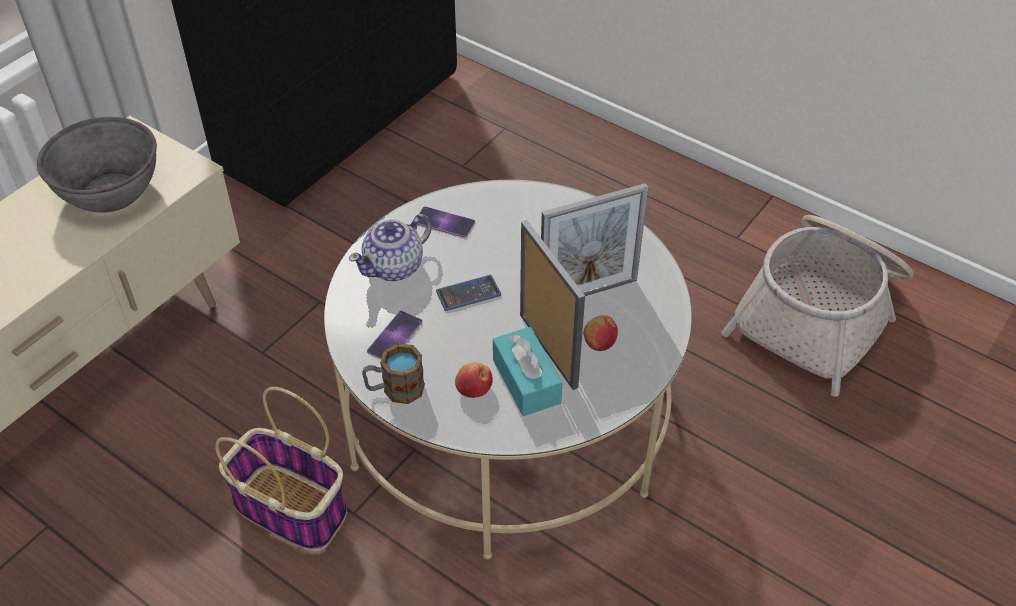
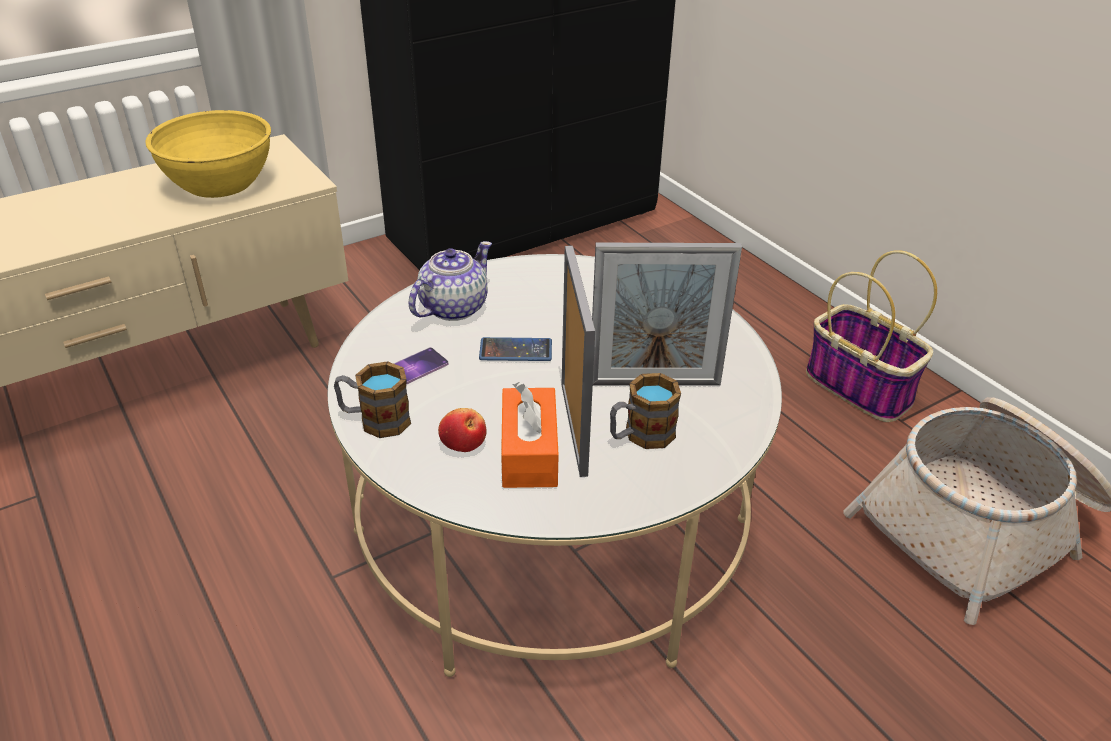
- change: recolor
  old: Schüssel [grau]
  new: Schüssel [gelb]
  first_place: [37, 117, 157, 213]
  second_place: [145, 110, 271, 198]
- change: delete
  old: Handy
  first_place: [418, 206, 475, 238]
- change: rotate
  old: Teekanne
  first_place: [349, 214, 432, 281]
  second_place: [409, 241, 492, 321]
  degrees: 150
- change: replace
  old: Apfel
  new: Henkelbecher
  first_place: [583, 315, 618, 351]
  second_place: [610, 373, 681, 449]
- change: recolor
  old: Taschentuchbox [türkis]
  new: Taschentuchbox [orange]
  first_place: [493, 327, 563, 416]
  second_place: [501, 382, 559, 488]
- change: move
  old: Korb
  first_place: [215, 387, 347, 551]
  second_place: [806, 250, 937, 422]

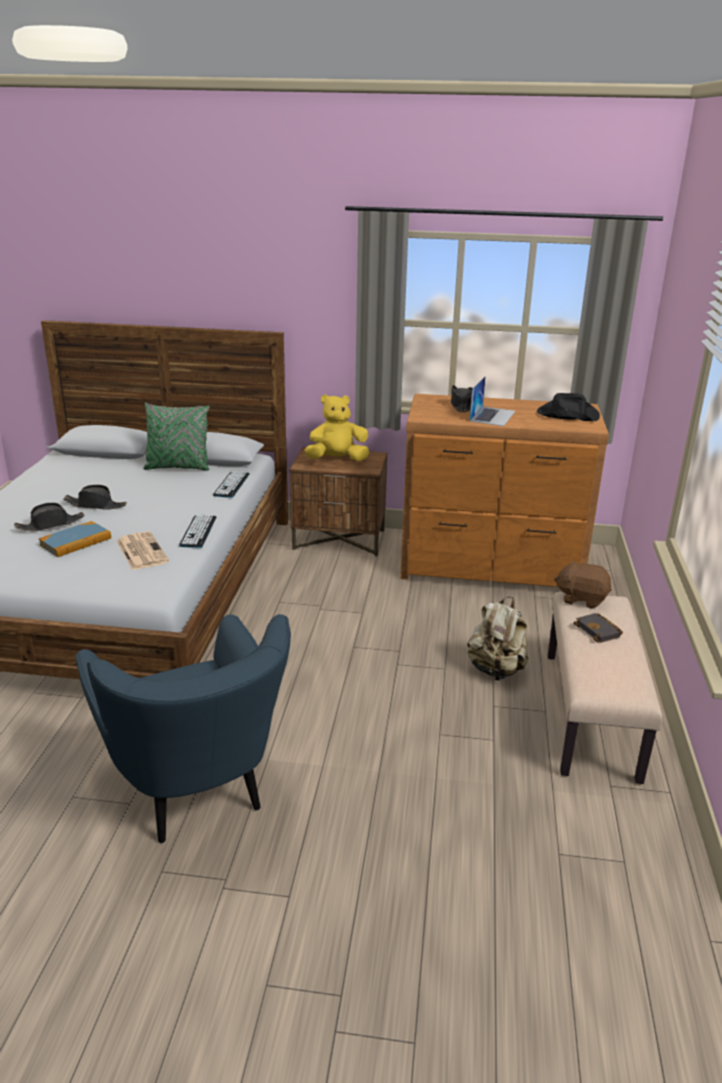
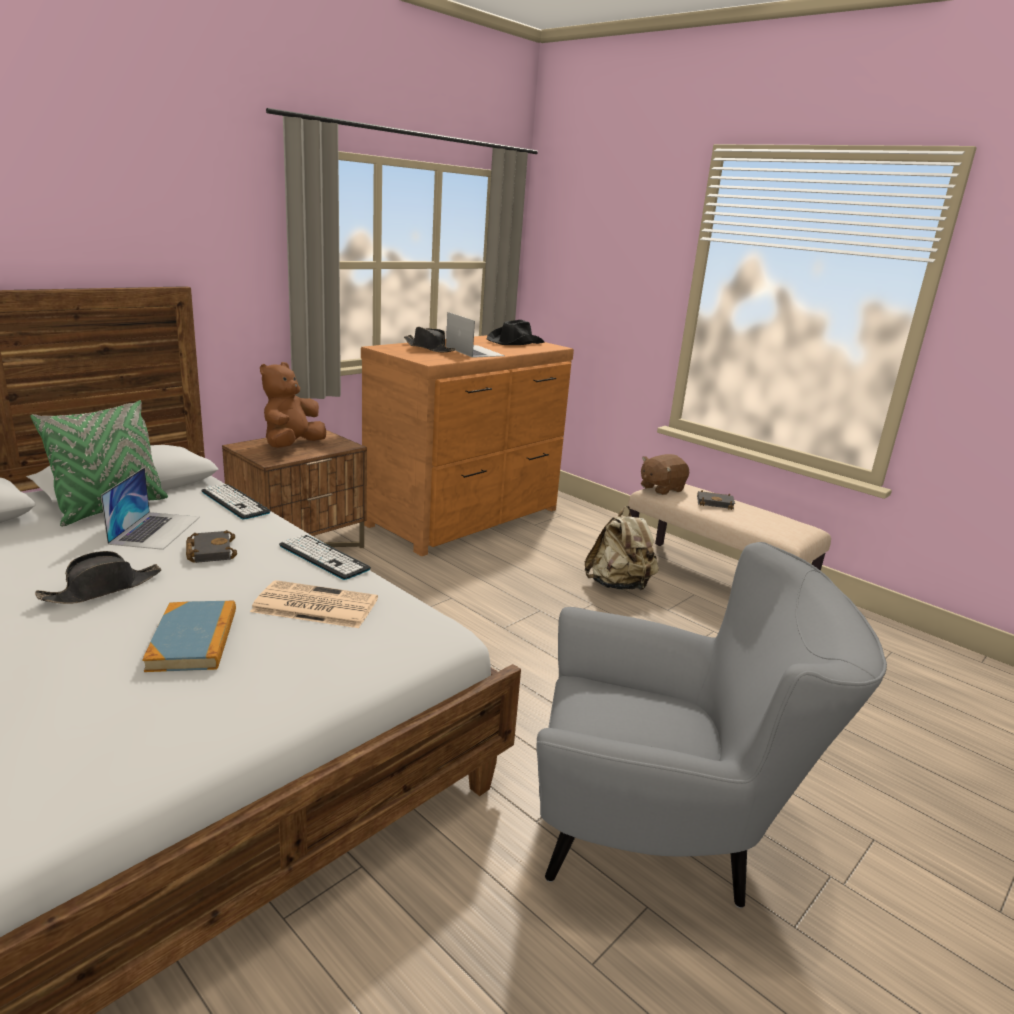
- change: recolor
  old: Plüschtier [gelb]
  new: Plüschtier [braun]
  first_place: [304, 394, 369, 461]
  second_place: [260, 362, 326, 448]
- change: delete
  old: Hut [schwarz]
  first_place: [14, 503, 85, 531]
- change: recolor
  old: Sessel [blau]
  new: Sessel [grau]
  first_place: [76, 614, 291, 843]
  second_place: [536, 542, 887, 908]
- change: insert
  new: Laptop
  second_place: [101, 467, 200, 550]
- change: insert
  new: Buch [schwarz]
  second_place: [186, 530, 237, 563]

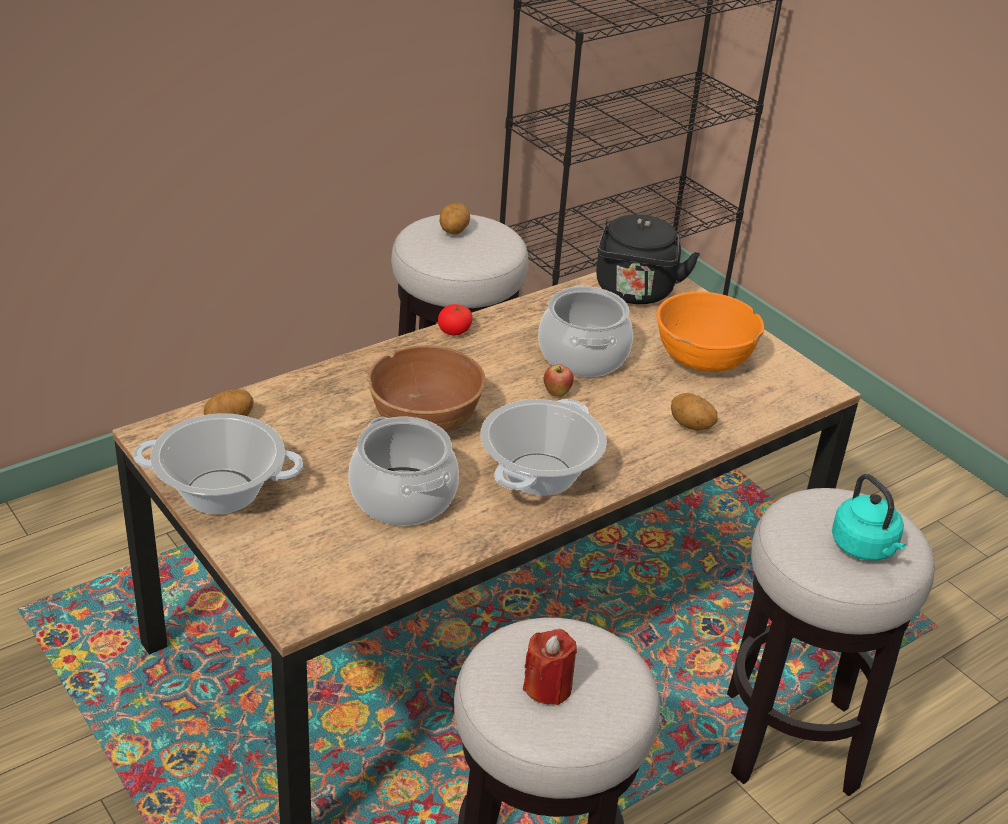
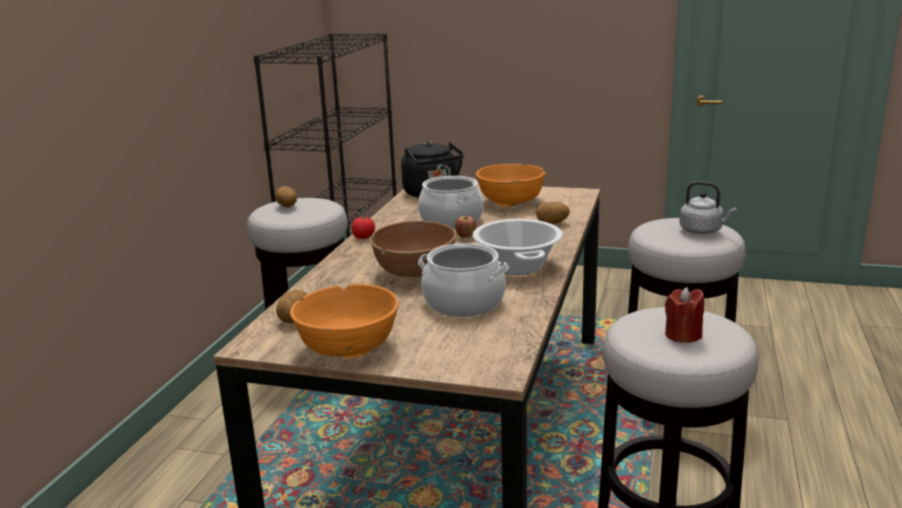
- change: replace
  old: Kochtopf
  new: Schüssel [orange]
  first_place: [133, 413, 303, 514]
  second_place: [290, 284, 399, 359]
- change: recolor
  old: Wasserkessel [türkis]
  new: Wasserkessel [grau]
  first_place: [832, 474, 906, 561]
  second_place: [680, 181, 736, 234]

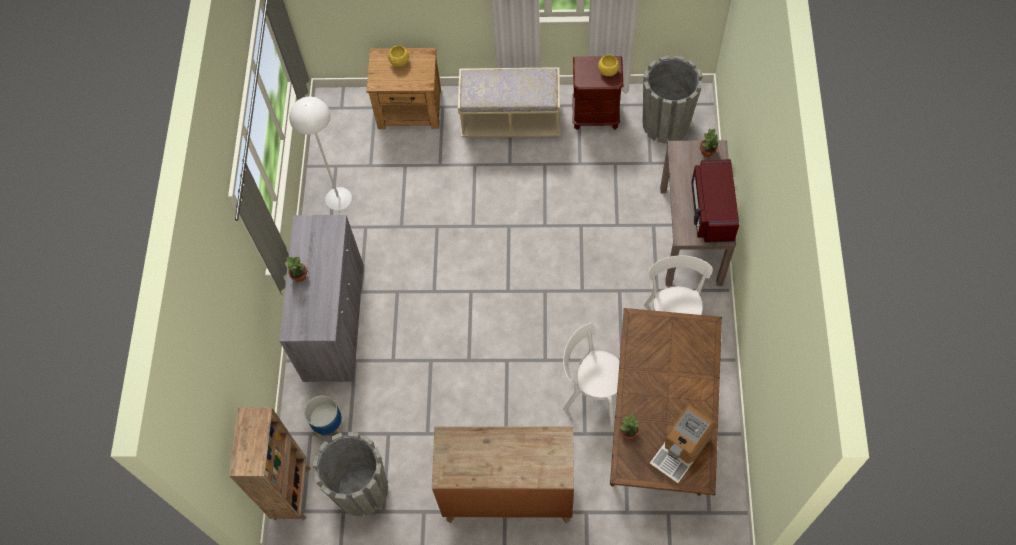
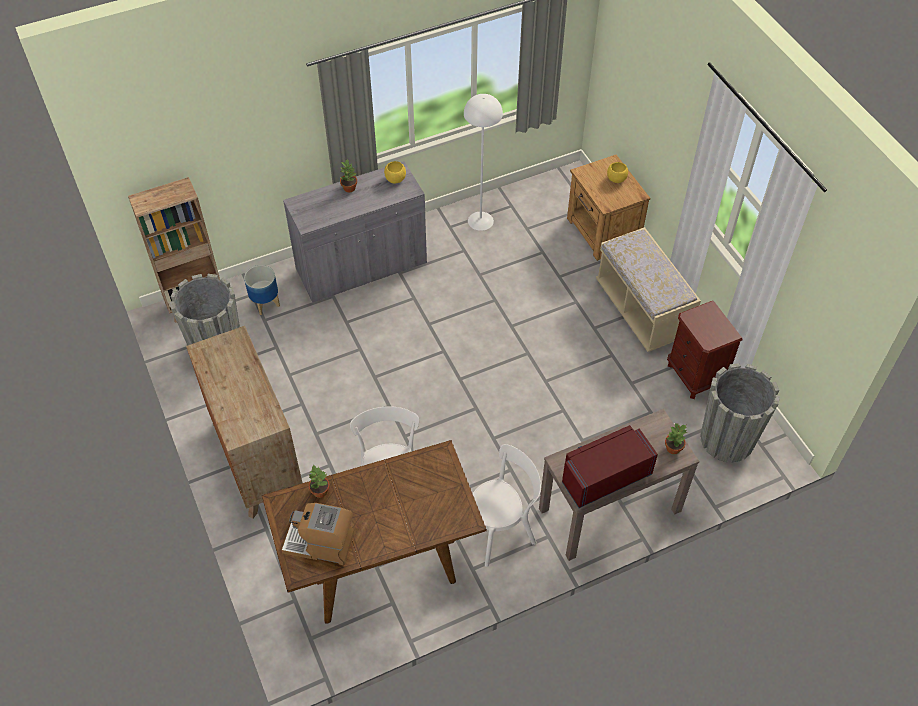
- change: move
  old: Schüssel [gelb]
  first_place: [598, 55, 619, 76]
  second_place: [384, 161, 406, 183]

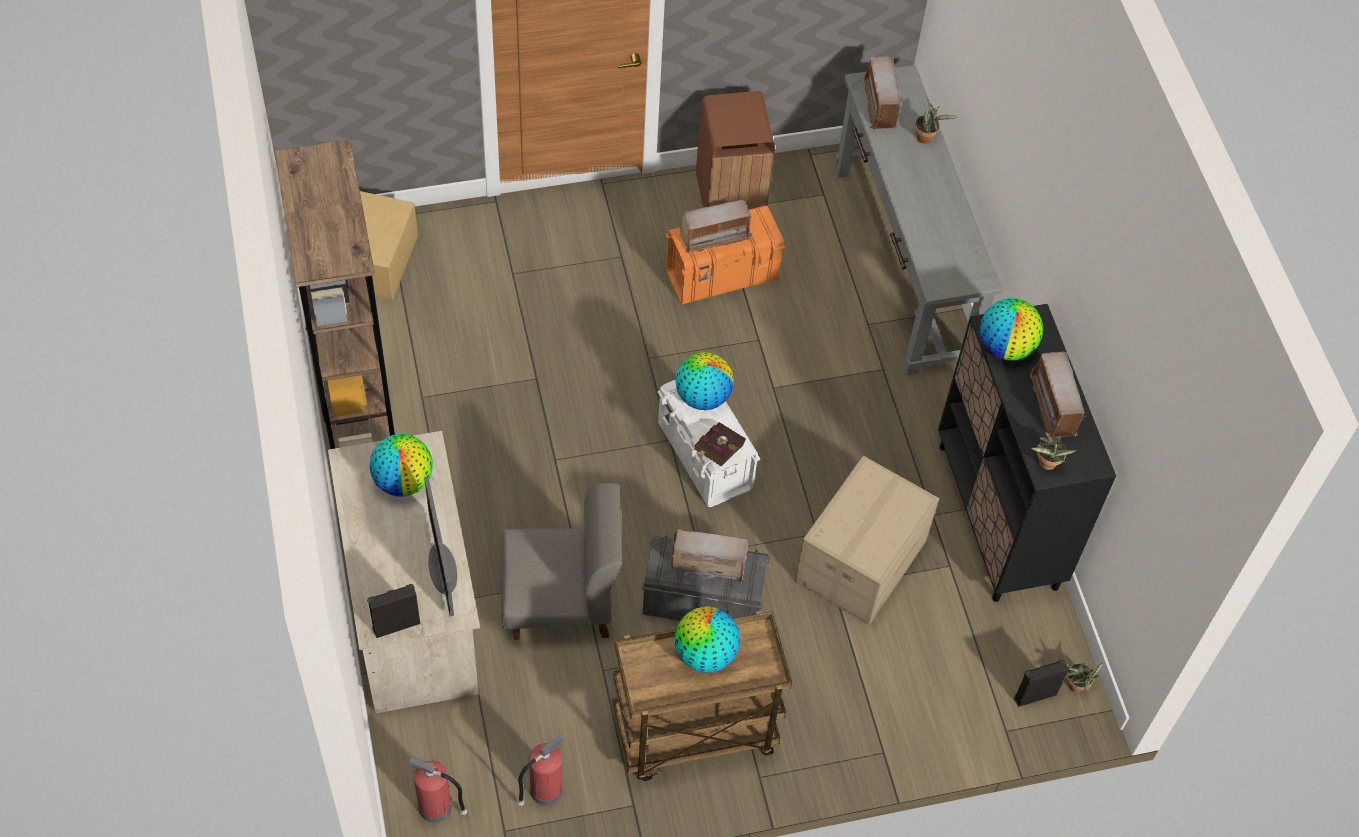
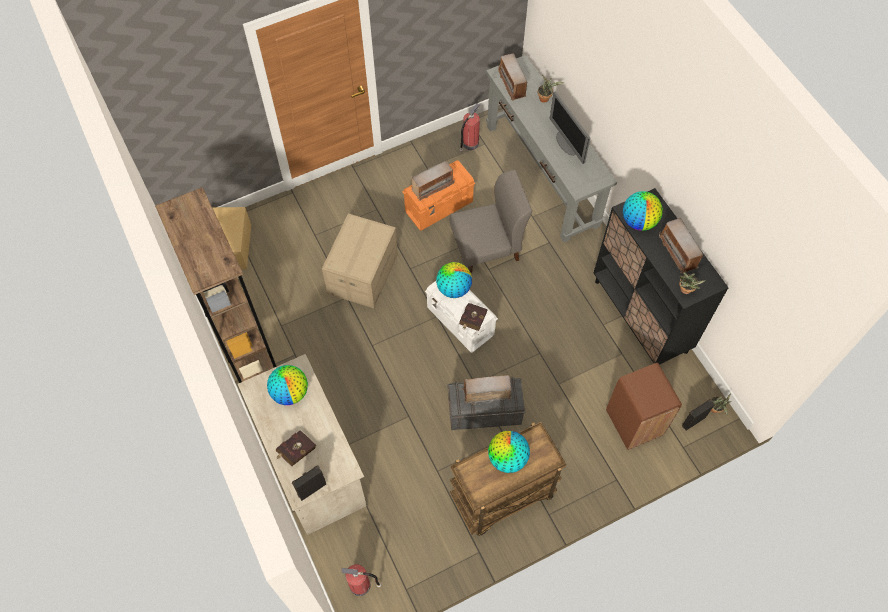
- change: move
  old: Mülleimer [braun]
  first_place: [696, 91, 775, 210]
  second_place: [606, 363, 682, 450]
- change: move
  old: Karton
  first_place: [795, 456, 939, 625]
  second_place: [322, 213, 398, 308]
- change: move
  old: Monitor
  first_place: [424, 476, 457, 616]
  second_place: [550, 92, 590, 164]
- change: move
  old: Stuhl [grau]
  first_place: [501, 483, 622, 640]
  second_place: [450, 170, 532, 273]
- change: move
  old: Feuerlöscher
  first_place: [517, 734, 565, 806]
  second_place: [460, 104, 480, 152]
- change: insert
  new: Buch [rot]
  second_place: [276, 430, 316, 466]

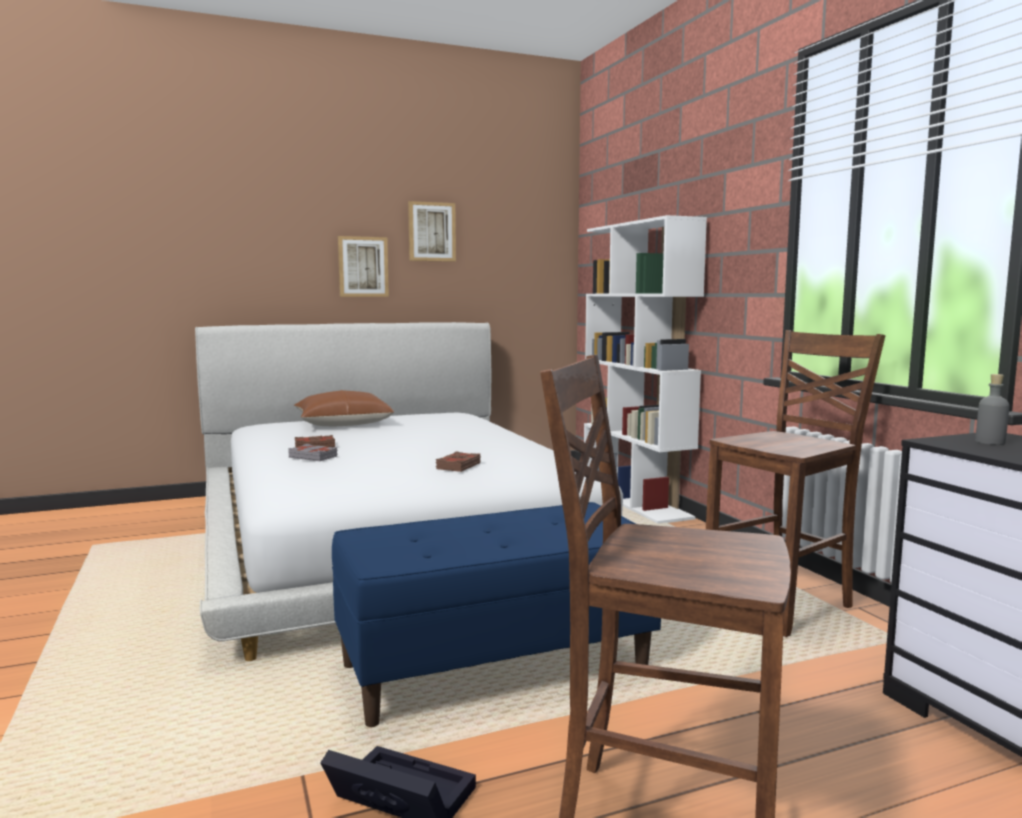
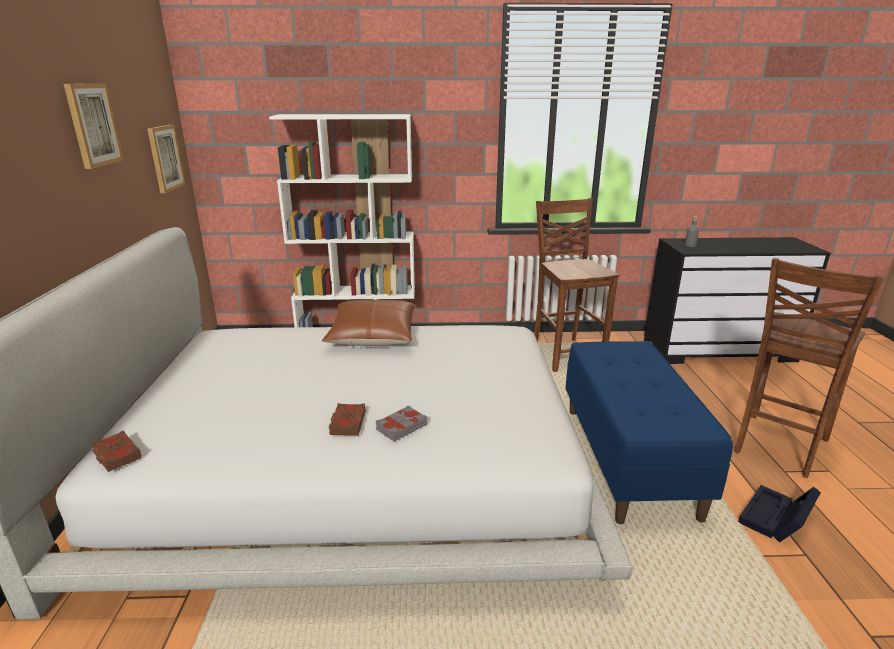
- change: move
  old: Bild
  first_place: [338, 236, 389, 297]
  second_place: [147, 125, 185, 193]
- change: move
  old: Kissen [braun]
  first_place: [294, 390, 394, 427]
  second_place: [322, 299, 416, 346]
- change: move
  old: Buch [braun]
  first_place: [436, 452, 481, 472]
  second_place: [91, 430, 142, 472]

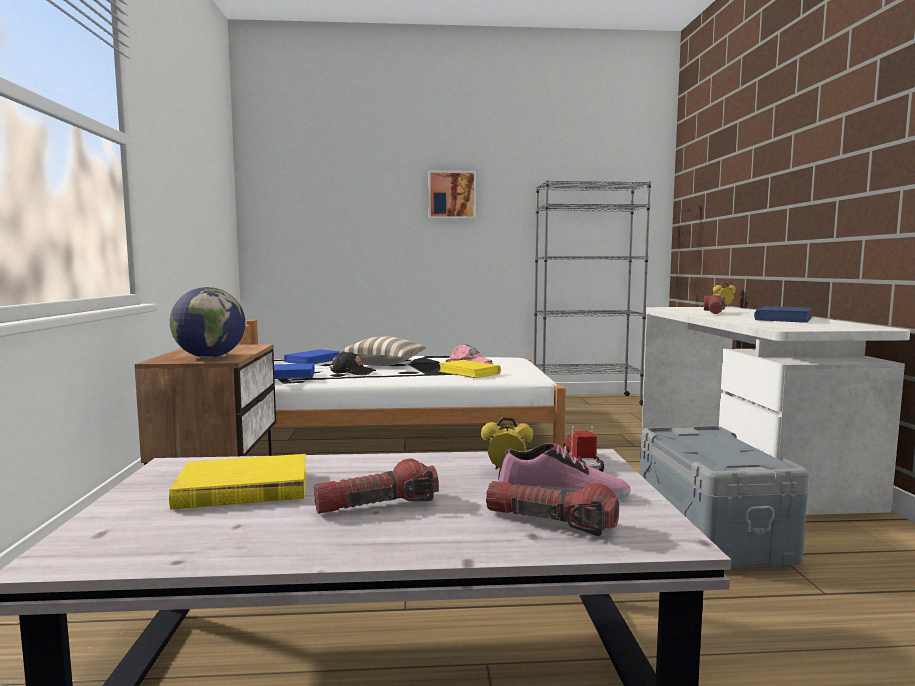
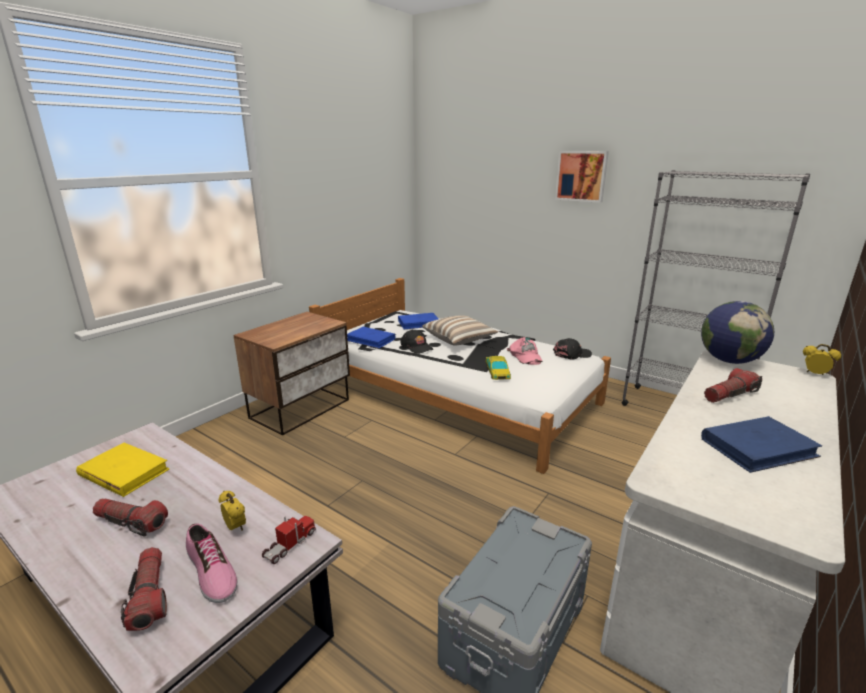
- change: move
  old: Globus
  first_place: [170, 287, 245, 358]
  second_place: [701, 301, 774, 364]
- change: replace
  old: Buch [gelb]
  new: Spielzeugauto
  first_place: [438, 360, 501, 378]
  second_place: [486, 356, 511, 380]
- change: insert
  new: Kappe [schwarz]
  second_place: [553, 338, 592, 359]

